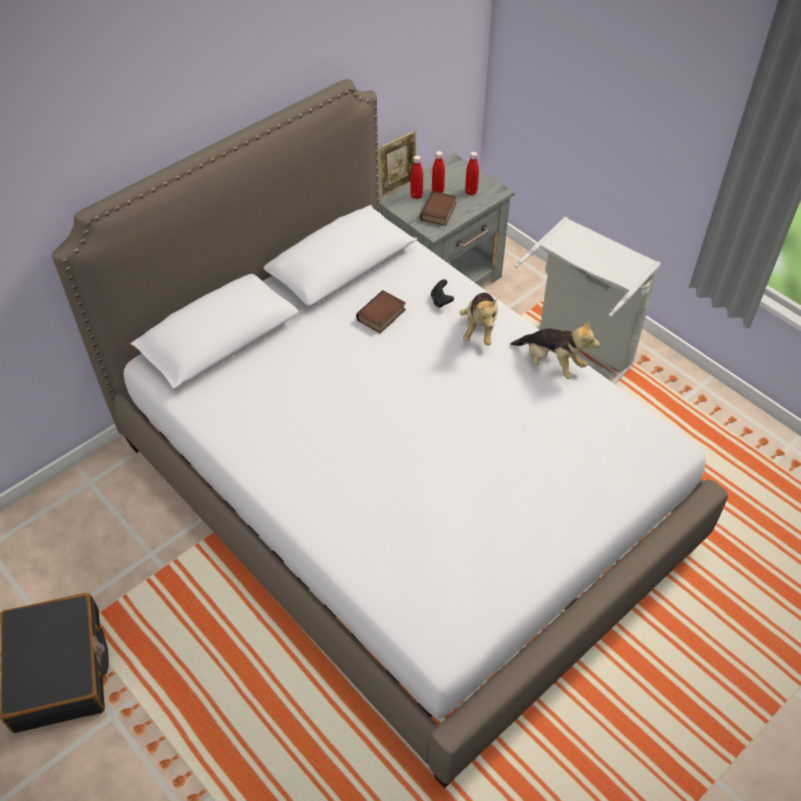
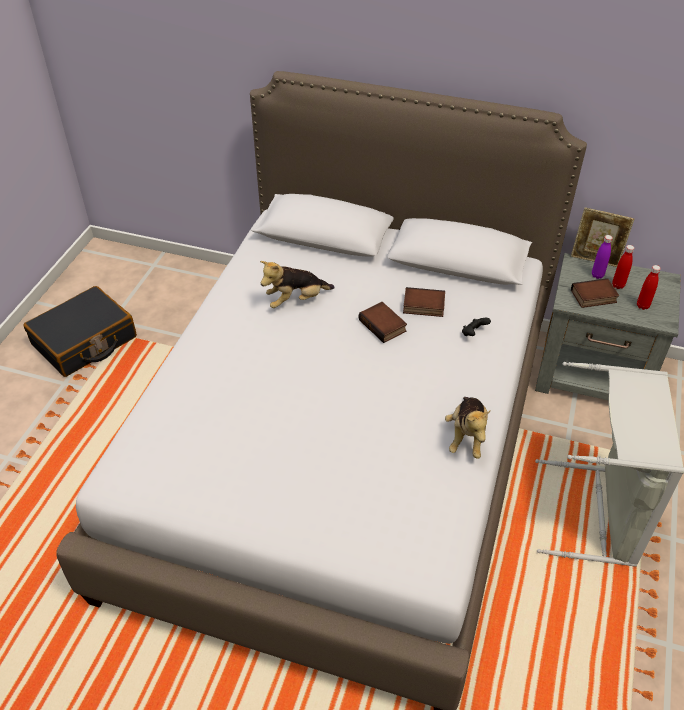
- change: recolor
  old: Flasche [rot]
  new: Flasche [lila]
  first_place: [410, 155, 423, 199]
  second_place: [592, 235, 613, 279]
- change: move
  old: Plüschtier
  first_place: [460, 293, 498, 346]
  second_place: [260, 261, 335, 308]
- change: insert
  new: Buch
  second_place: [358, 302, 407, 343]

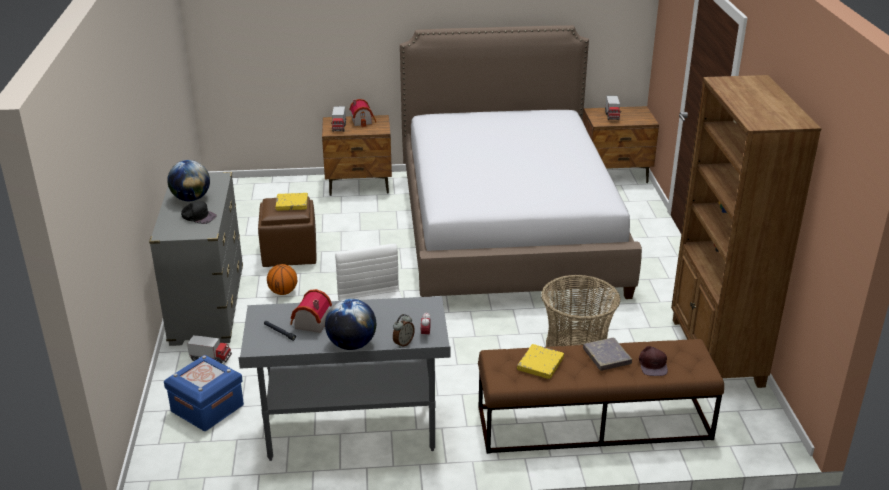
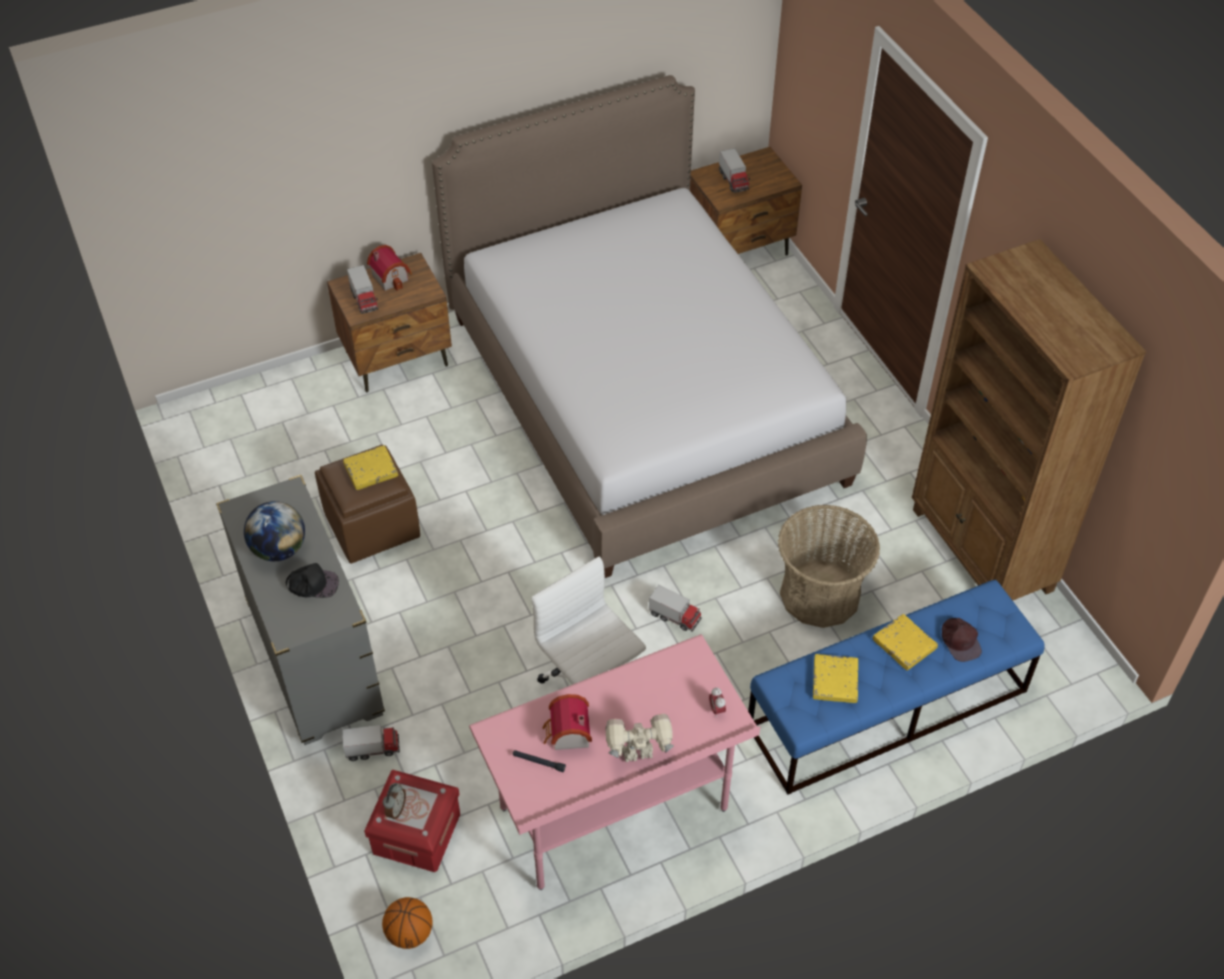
- change: move
  old: Basketball
  first_place: [267, 264, 297, 295]
  second_place: [382, 897, 433, 949]
- change: recolor
  old: Schreibtisch [grau]
  new: Schreibtisch [rosa]
  first_place: [238, 296, 451, 461]
  second_place: [469, 634, 761, 890]
- change: replace
  old: Globus
  new: Spielzeugroboter
  first_place: [325, 298, 376, 350]
  second_place: [605, 714, 674, 762]
- change: move
  old: Wecker
  first_place: [393, 314, 415, 348]
  second_place: [383, 783, 406, 819]
- change: recolor
  old: Buch [grau]
  new: Buch [gelb]
  first_place: [583, 338, 632, 371]
  second_place: [872, 614, 938, 671]
- change: recolor
  old: Bank [braun]
  new: Bank [blau]
  first_place: [478, 339, 724, 454]
  second_place: [748, 580, 1044, 795]
- change: recolor
  old: Aufbewahrungsbox [blau]
  new: Aufbewahrungsbox [rot]
  first_place: [164, 355, 244, 431]
  second_place: [364, 770, 460, 872]
- change: insert
  new: Spielzeuglaster
  second_place: [649, 585, 702, 632]

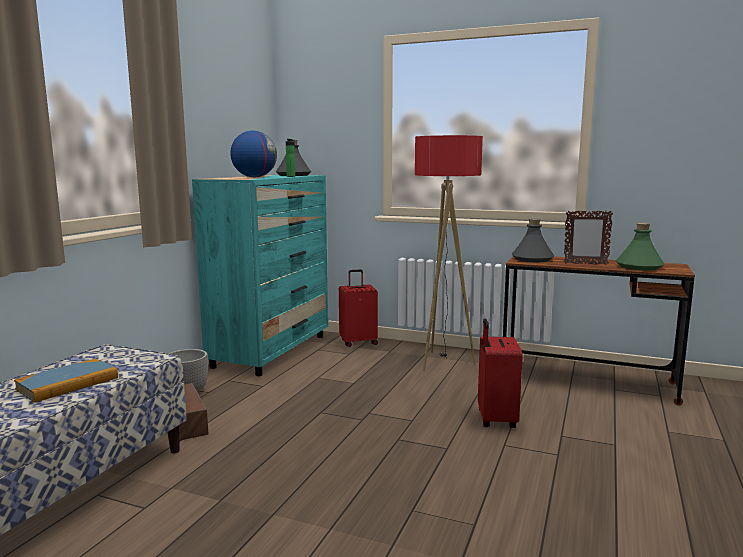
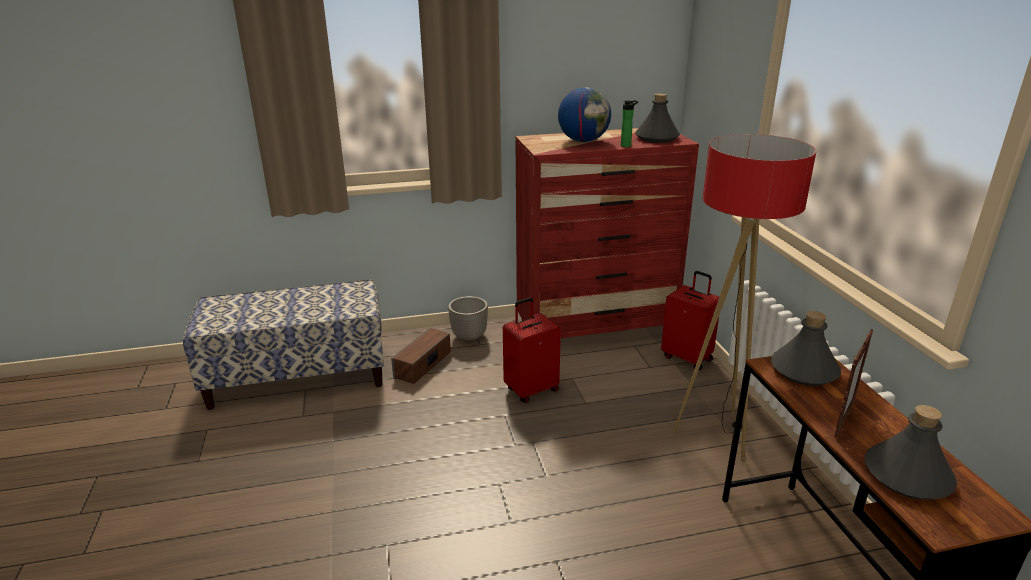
- change: recolor
  old: Kommode [türkis]
  new: Kommode [rot]
  first_place: [192, 175, 328, 376]
  second_place: [516, 128, 699, 338]
- change: rotate
  old: Bilderrahmen
  first_place: [564, 211, 613, 265]
  second_place: [834, 329, 873, 438]
  degrees: -120
- change: recolor
  old: Flasche [grün]
  new: Flasche [grau]
  first_place: [616, 223, 665, 271]
  second_place: [865, 405, 957, 500]
- change: move
  old: Koffer [rot]
  first_place: [478, 318, 523, 428]
  second_place: [503, 298, 561, 403]
- change: delete
  old: Buch
  first_place: [14, 359, 118, 403]

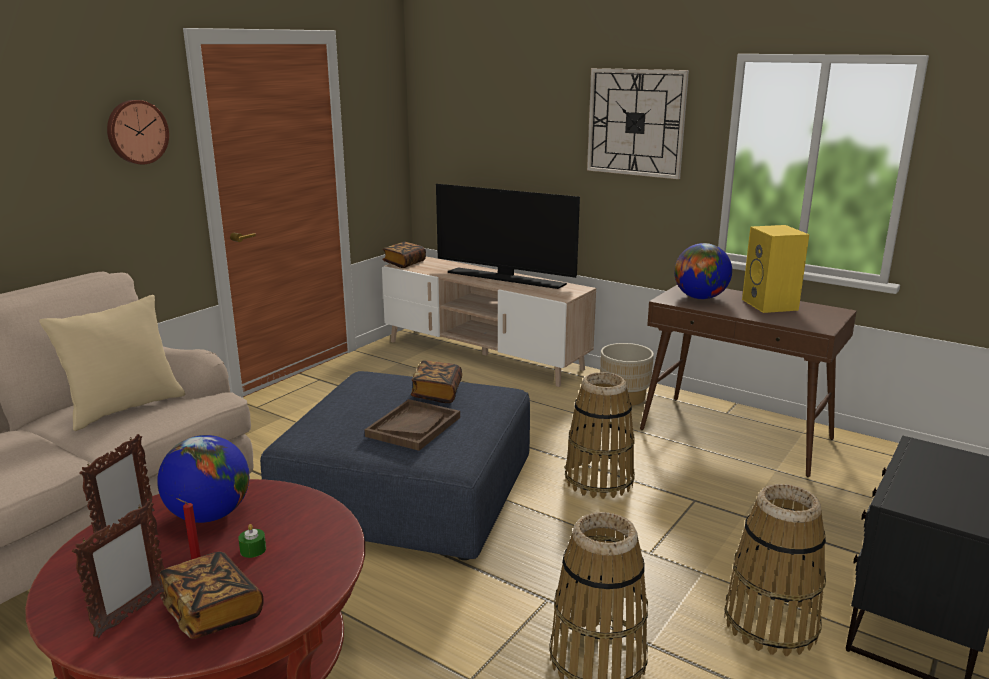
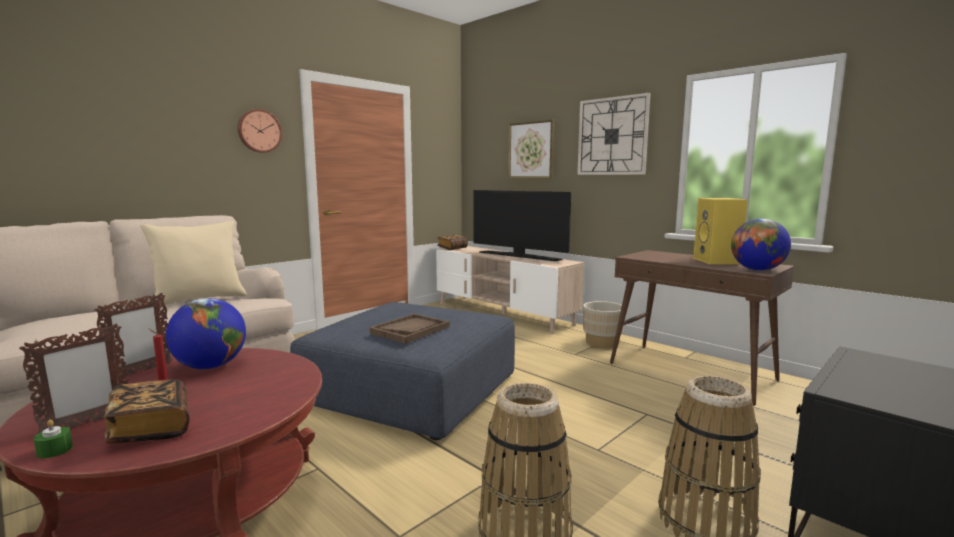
- change: move
  old: Globus
  first_place: [674, 243, 732, 299]
  second_place: [731, 219, 791, 271]
- change: delete
  old: Buch
  first_place: [411, 360, 462, 403]
- change: delete
  old: Korb
  first_place: [565, 372, 635, 499]
- change: move
  old: Kerze [grün]
  first_place: [238, 524, 266, 558]
  second_place: [34, 420, 73, 458]
- change: insert
  new: Bild
  second_place: [508, 119, 554, 178]

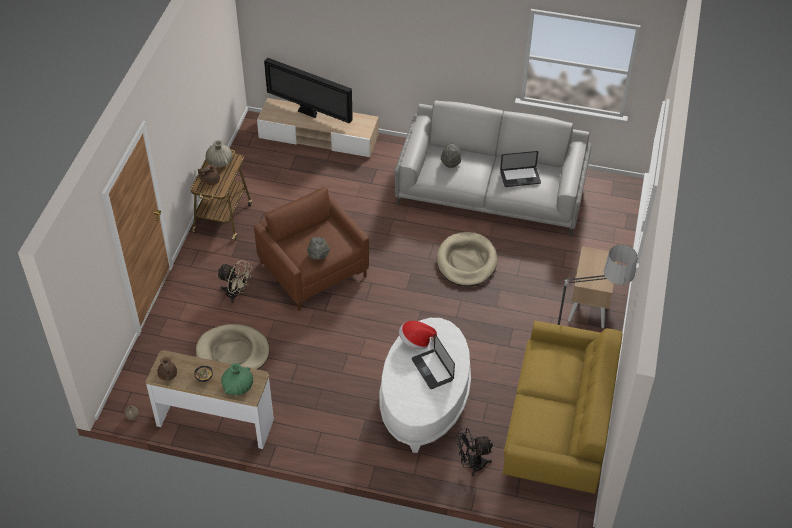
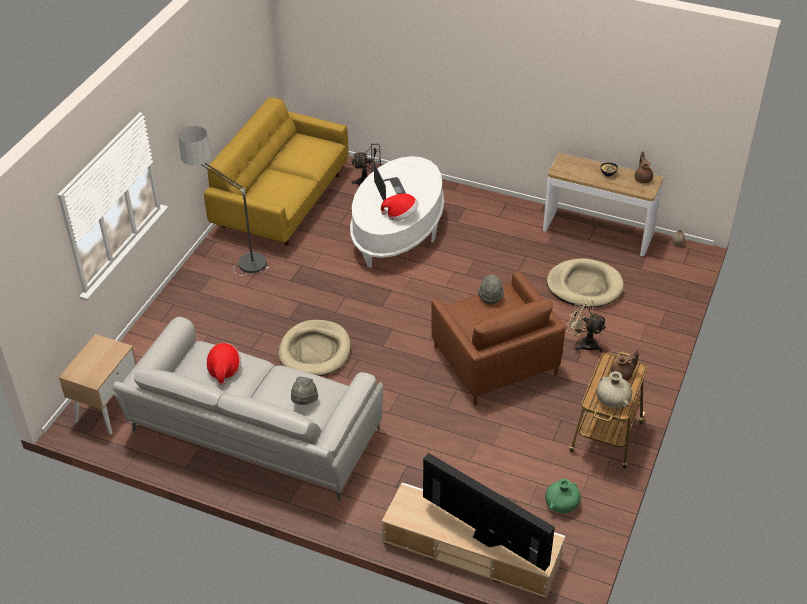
- change: replace
  old: Laptop
  new: Hut
  first_place: [500, 151, 541, 187]
  second_place: [206, 343, 241, 386]
- change: move
  old: Nachttisch [beige]
  first_place: [568, 246, 617, 328]
  second_place: [59, 334, 137, 434]
- change: move
  old: Vase [grün]
  first_place: [221, 363, 253, 395]
  second_place: [545, 478, 581, 513]

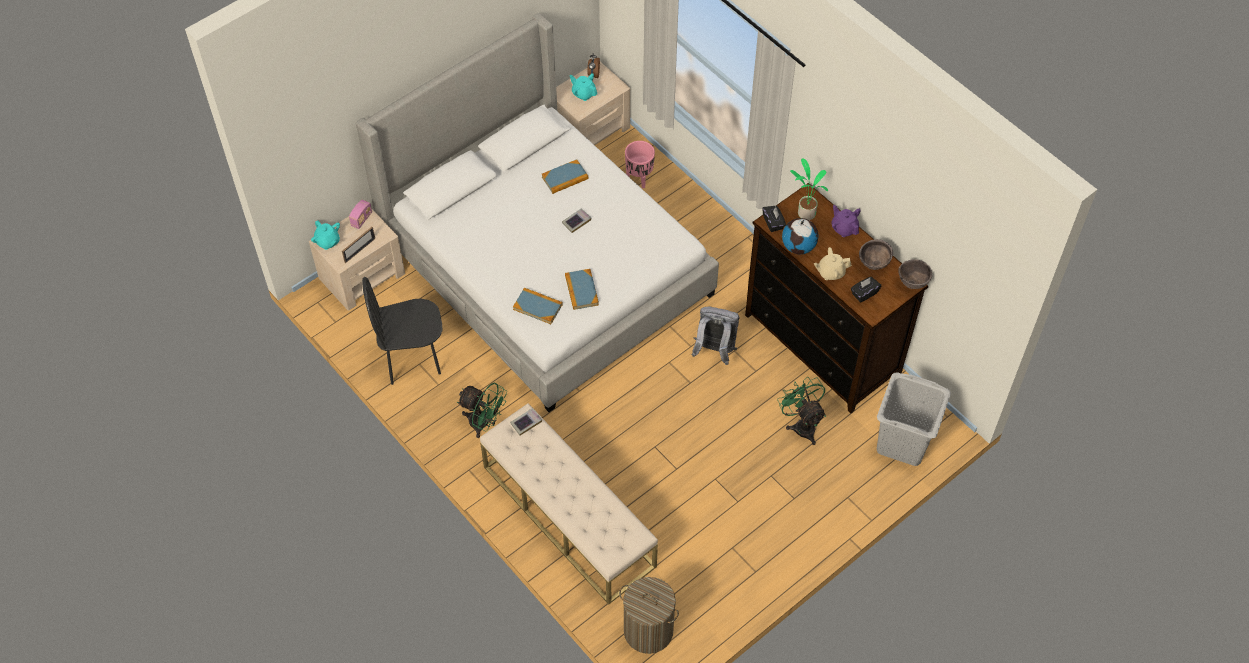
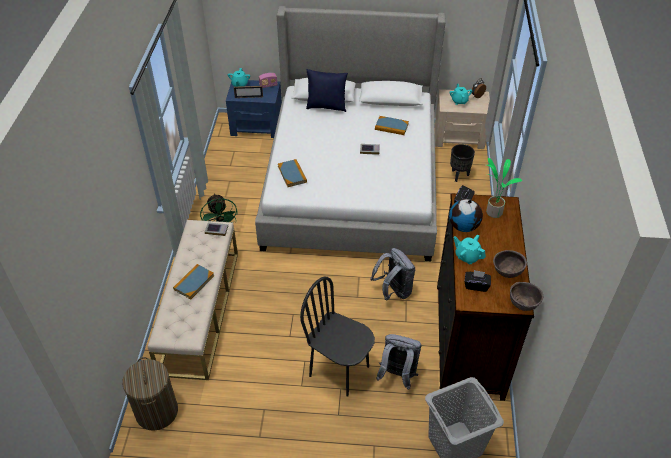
- change: recolor
  old: Pflanzkübel [rosa]
  new: Pflanzkübel [schwarz]
  first_place: [625, 141, 655, 189]
  second_place: [450, 144, 475, 182]
- change: delete
  old: Teekanne [lila]
  first_place: [831, 205, 861, 237]
- change: recolor
  old: Nachttisch [beige]
  new: Nachttisch [blau]
  first_place: [309, 209, 405, 311]
  second_place: [226, 80, 282, 138]
- change: recolor
  old: Teekanne [beige]
  new: Teekanne [türkis]
  first_place: [814, 247, 852, 280]
  second_place: [453, 235, 486, 264]
- change: move
  old: Buch
  first_place: [565, 269, 599, 310]
  second_place: [173, 264, 214, 299]
- change: move
  old: Stuhl [schwarz]
  first_place: [362, 277, 442, 385]
  second_place: [300, 277, 375, 397]
- change: replace
  old: Ventilator [grün]
  new: Rucksack [grau]
  first_place: [777, 377, 826, 445]
  second_place: [376, 334, 421, 390]
- change: insert
  new: Kissen [blau]
  second_place: [306, 69, 348, 112]

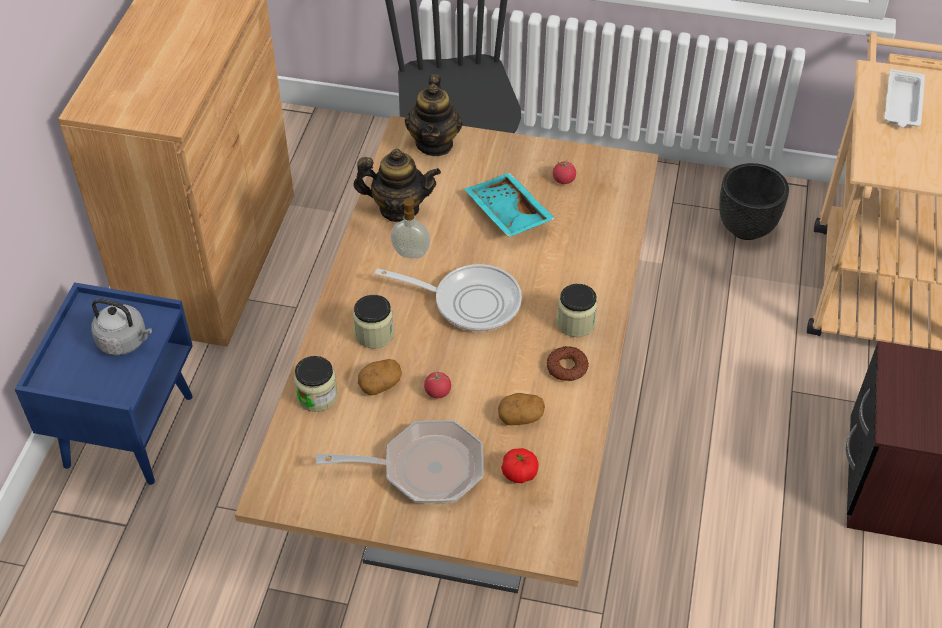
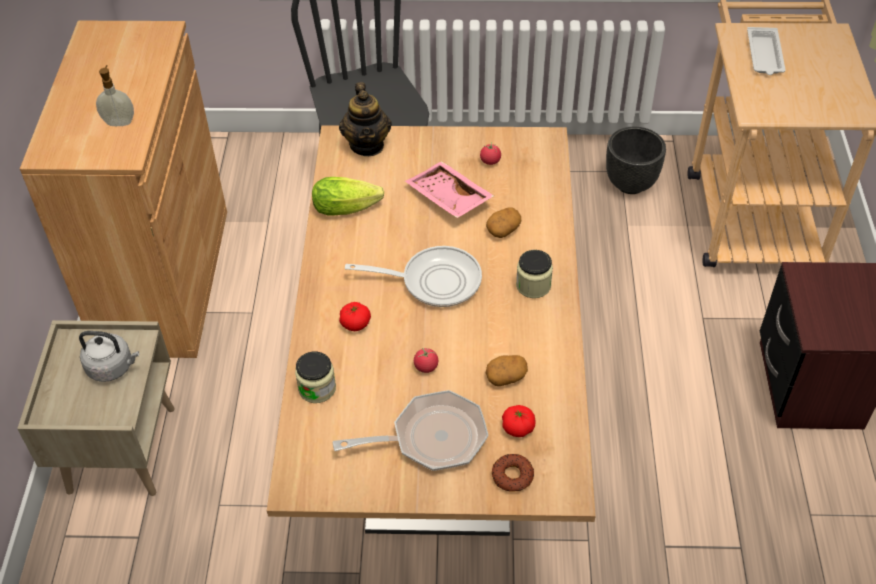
- change: replace
  old: Teekanne
  new: Salatkopf
  first_place: [353, 149, 441, 222]
  second_place: [312, 177, 384, 215]
- change: recolor
  old: Tablett [türkis]
  new: Tablett [rosa]
  first_place: [464, 173, 555, 237]
  second_place: [405, 161, 494, 218]
- change: move
  old: Seifenspender
  first_place: [391, 195, 430, 258]
  second_place: [96, 65, 134, 126]
- change: recolor
  old: Nachttisch [blau]
  new: Nachttisch [beige]
  first_place: [15, 282, 193, 485]
  second_place: [17, 320, 175, 496]
- change: replace
  old: Vorratsglas
  new: Tomate
  first_place: [353, 295, 394, 348]
  second_place: [339, 302, 371, 331]
- change: move
  old: Donut
  first_place: [547, 346, 589, 381]
  second_place: [492, 454, 534, 492]
- change: move
  old: Kartoffel
  first_place: [358, 359, 402, 395]
  second_place: [486, 208, 521, 238]

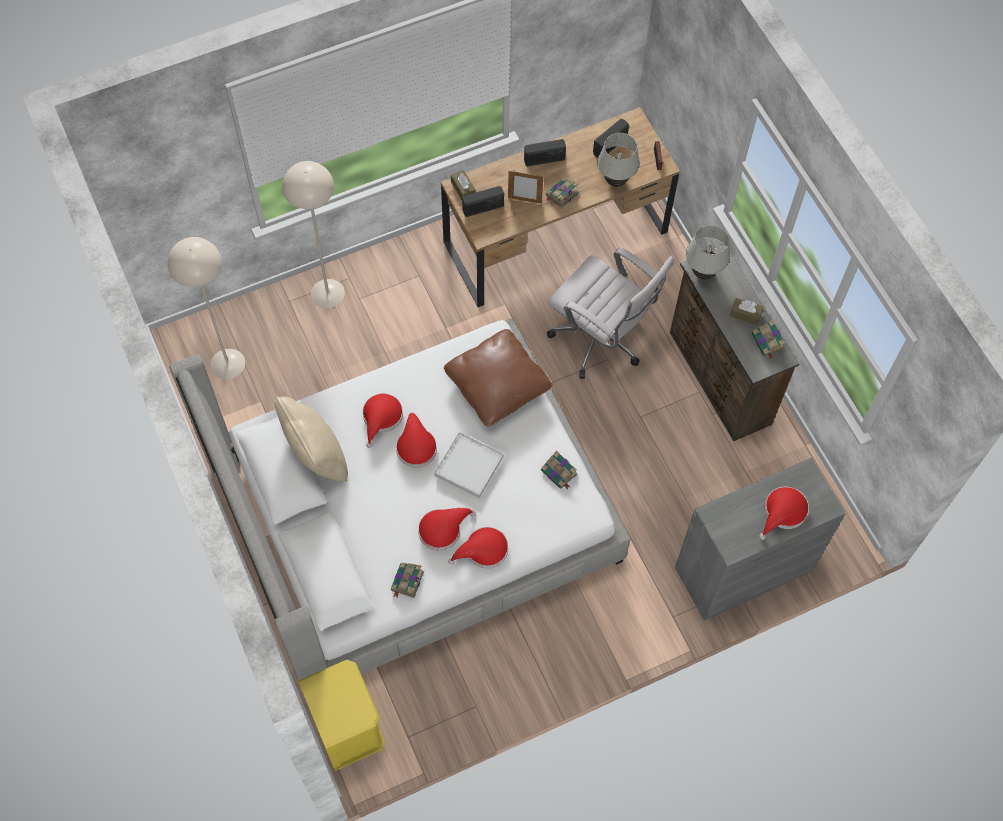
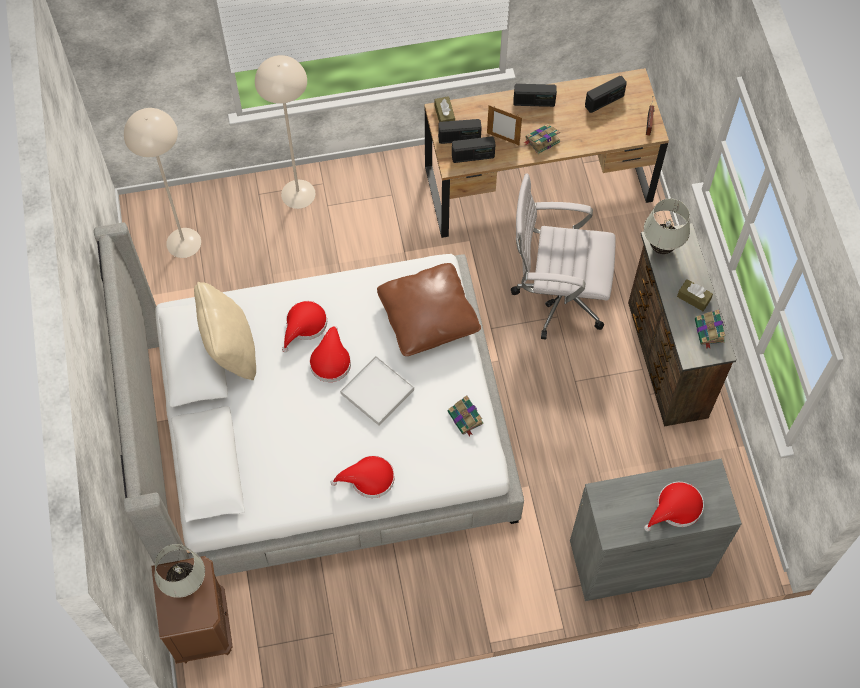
- change: move
  old: Tischlampe [weiß]
  first_place: [597, 133, 640, 187]
  second_place: [155, 544, 205, 598]
- change: rotate
  old: Bürostuhl [weiß]
  first_place: [547, 247, 674, 379]
  second_place: [511, 173, 616, 340]
  degrees: 135
- change: delete
  old: Hut [rot]
  first_place: [418, 508, 476, 551]
- change: delete
  old: Buch
  first_place: [391, 563, 424, 598]
- change: recolor
  old: Nachttisch [gelb]
  new: Nachttisch [braun]
  first_place: [298, 660, 385, 771]
  second_place: [151, 556, 233, 664]
- change: insert
  new: Radio
  second_place: [452, 136, 496, 163]

